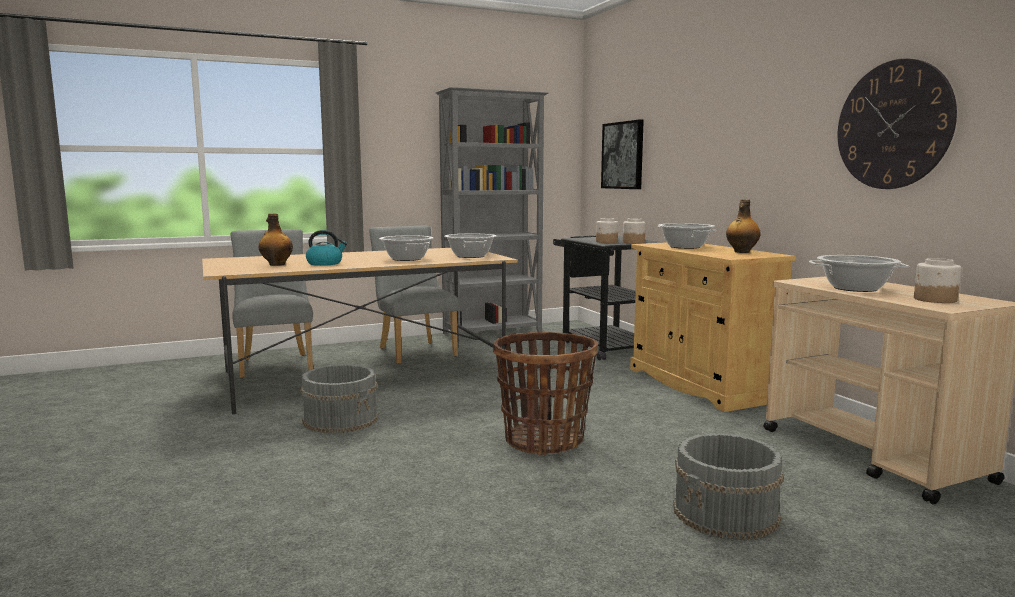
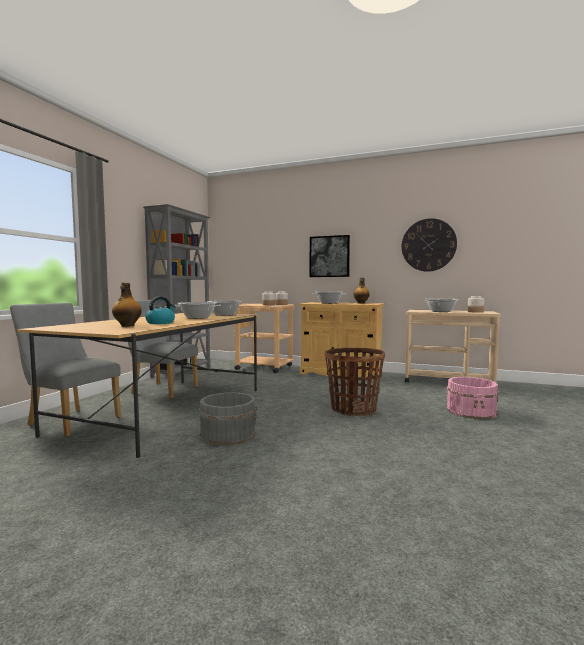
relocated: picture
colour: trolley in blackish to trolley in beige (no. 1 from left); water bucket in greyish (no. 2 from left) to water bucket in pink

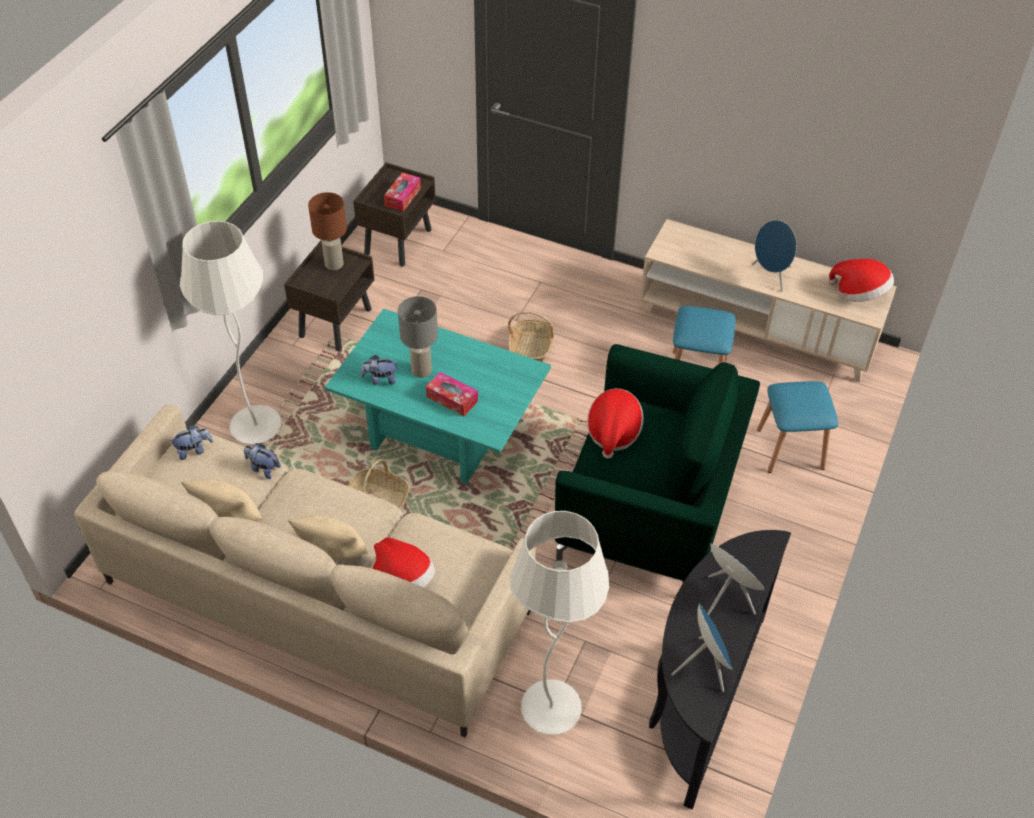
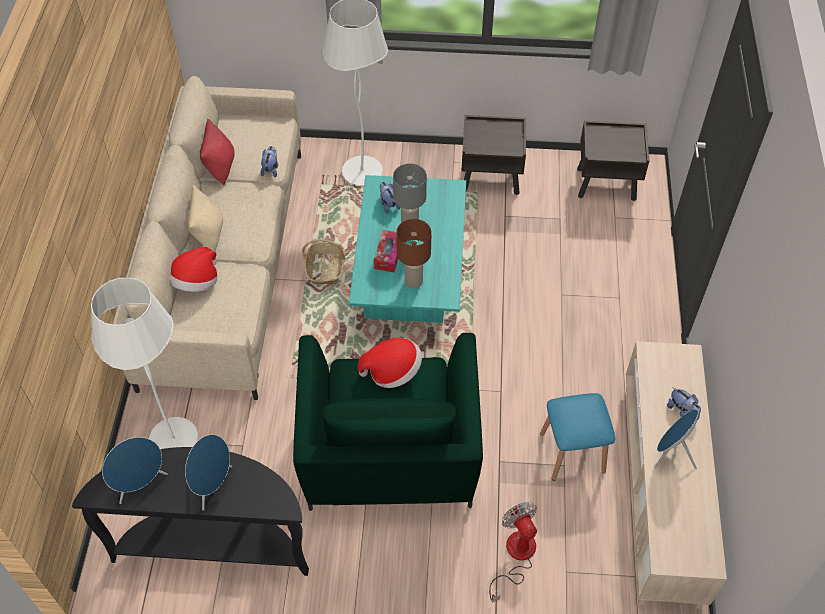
missing: box of tissues (no. 1 from left); storage basket (no. 2 from left); hat (no. 3 from left)
relocated: tabletop lamp in brown; plush toy (no. 1 from left in the first image) to plush toy (no. 3 from left)
exchanged: stool in blue (no. 2 from left) to cooling fan
colour: cushion in beige (no. 1 from left) to cushion in reddish

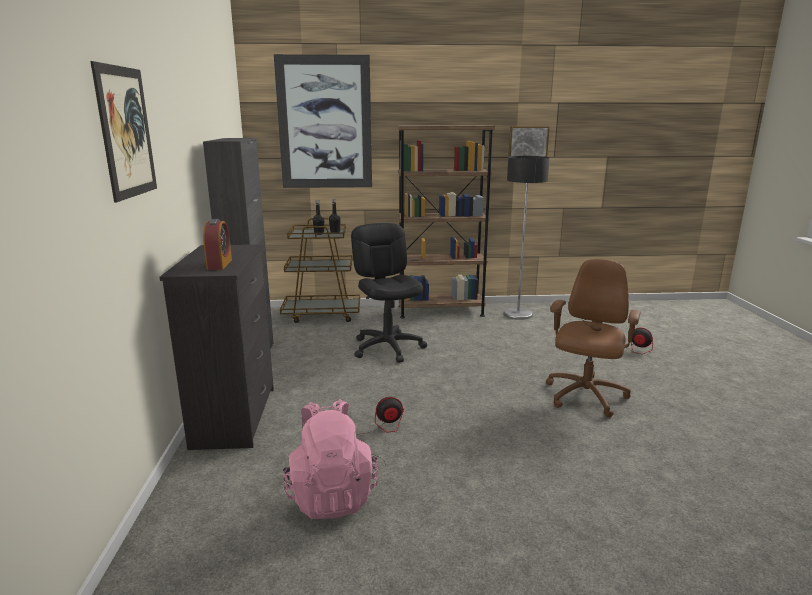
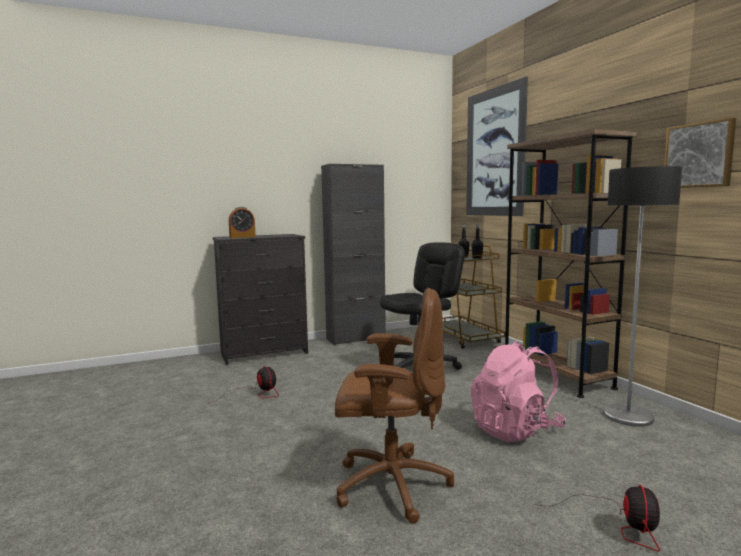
missing: picture (no. 1 from left)
relocated: backpack in pink

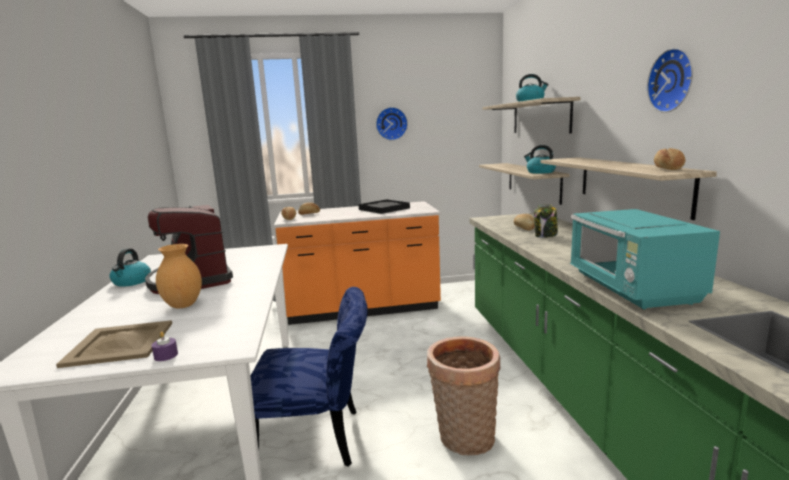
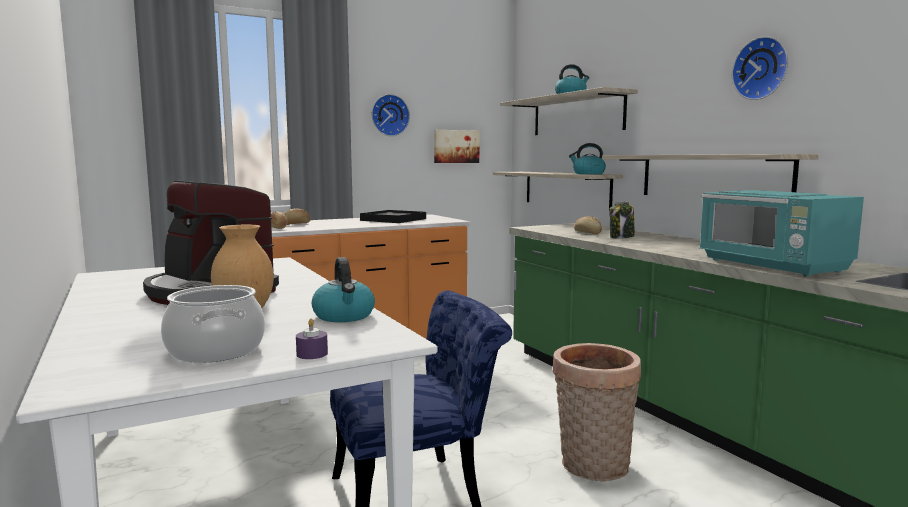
missing: bread (no. 4 from left)
appeared: picture
relocated: tea kettle (no. 1 from left)
exchanged: tray in beige to stockpot

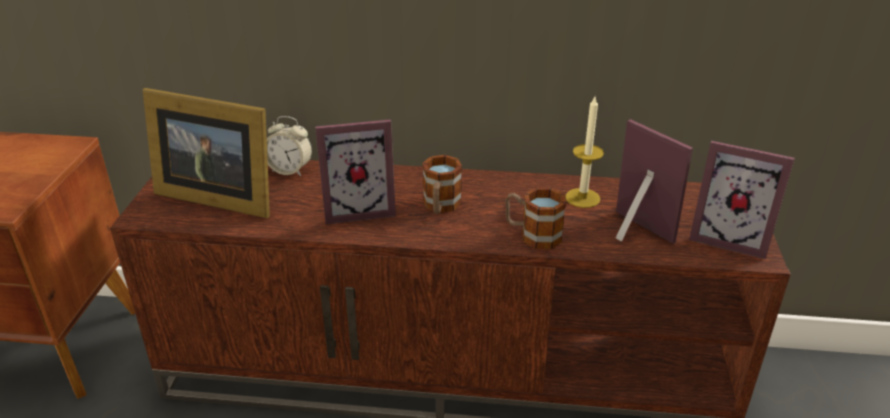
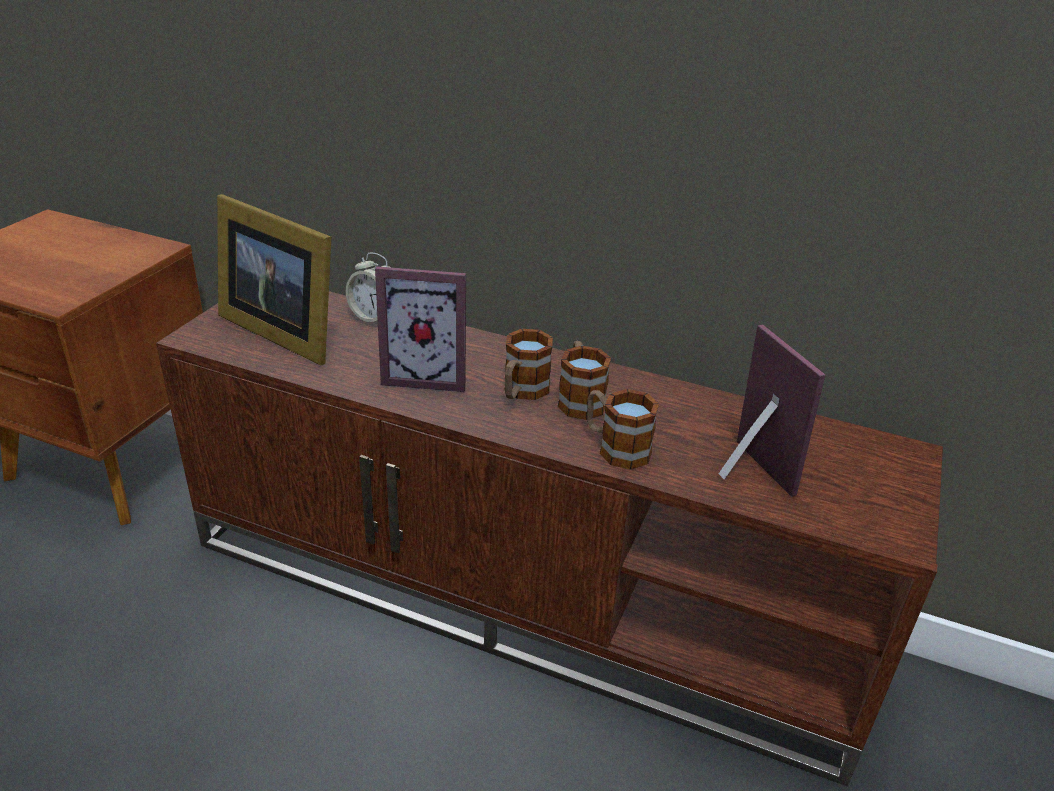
missing: wax light; standing frame (no. 4 from left)
appeared: mug (no. 2 from left)

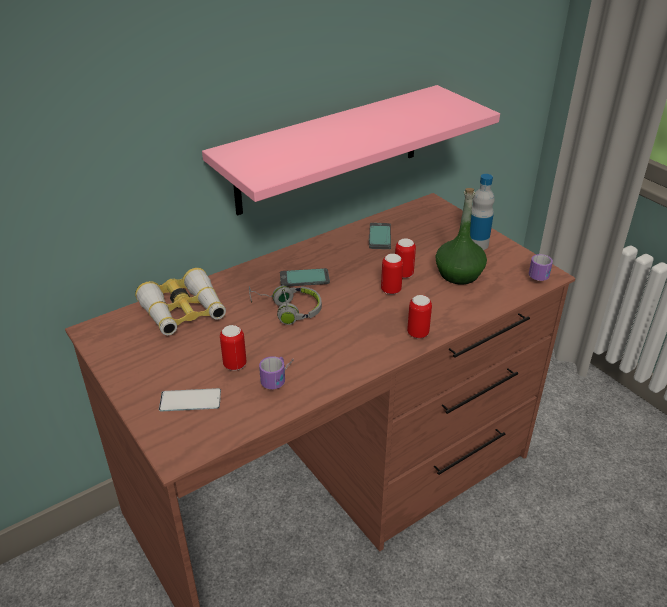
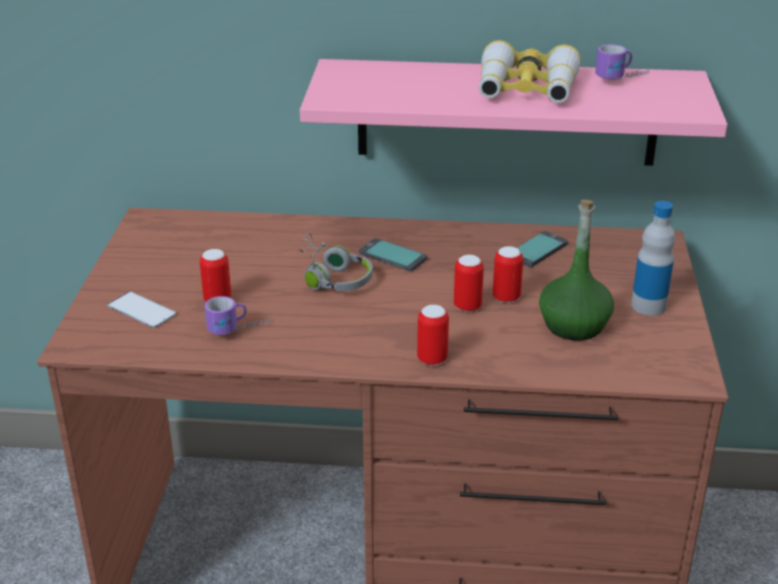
relocated: pair of binoculars; mug (no. 2 from left)

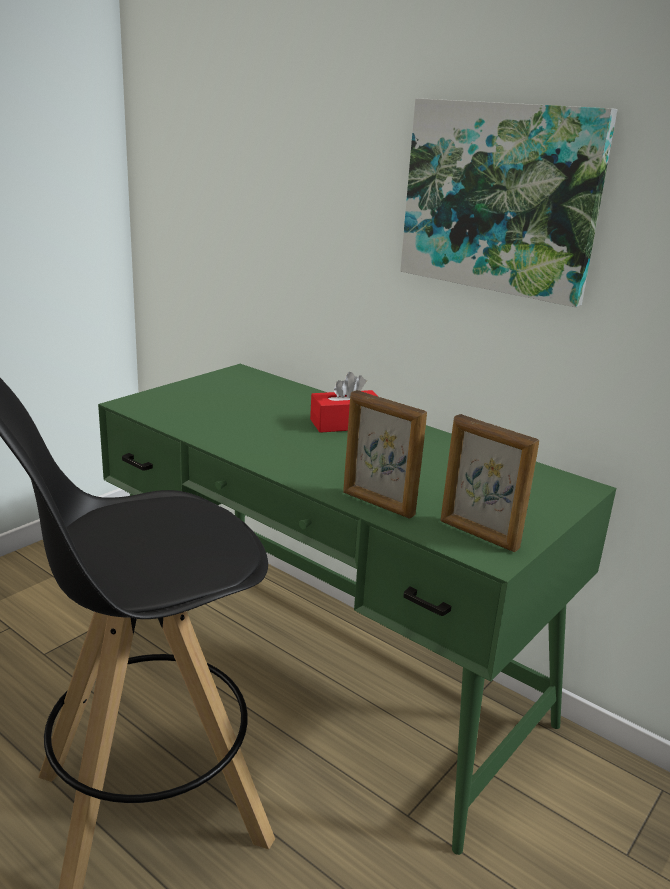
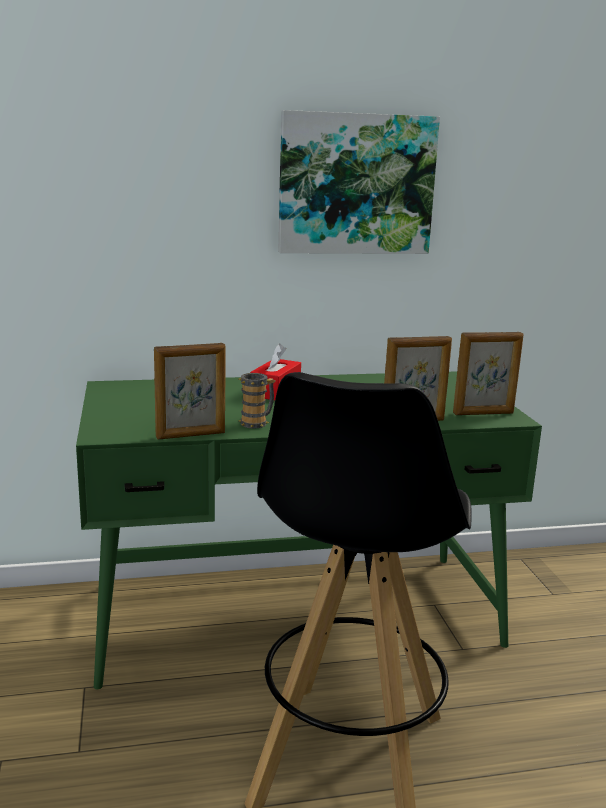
appeared: standing frame (no. 1 from left); mug

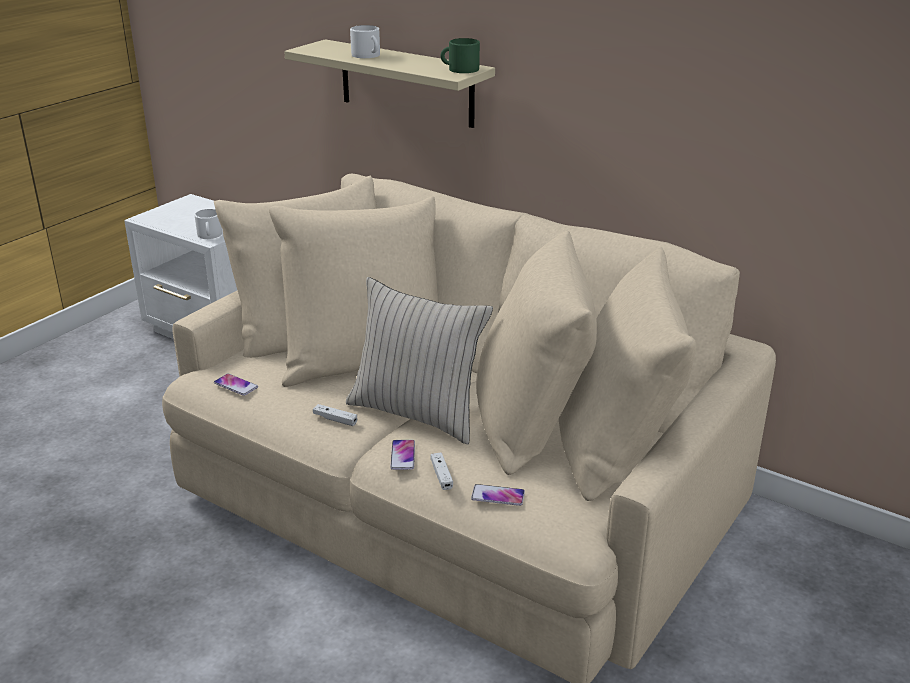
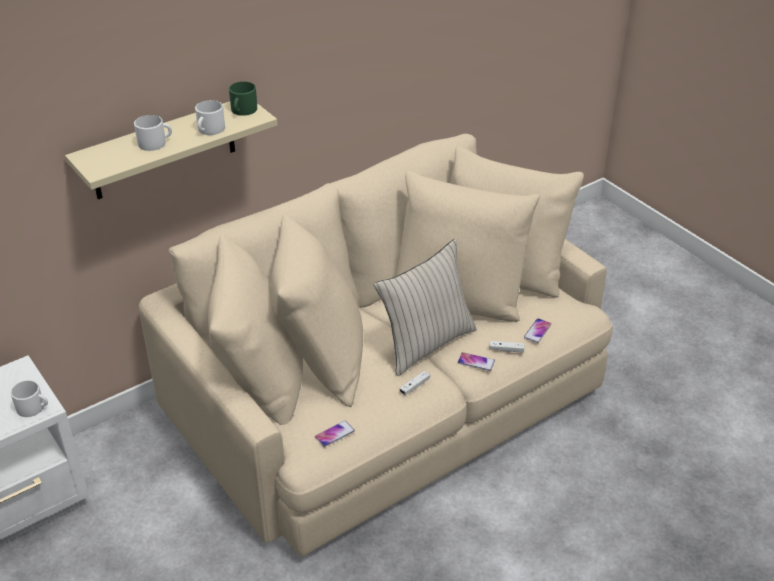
appeared: mug in white-coloured (no. 3 from left)

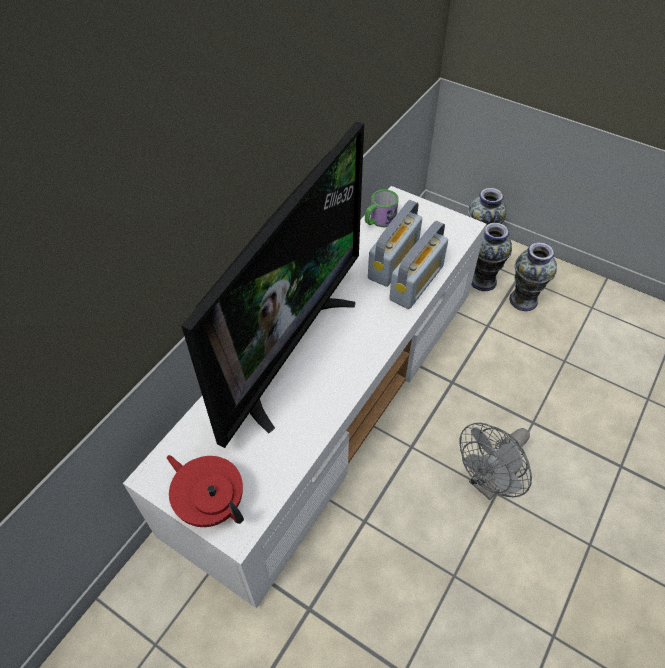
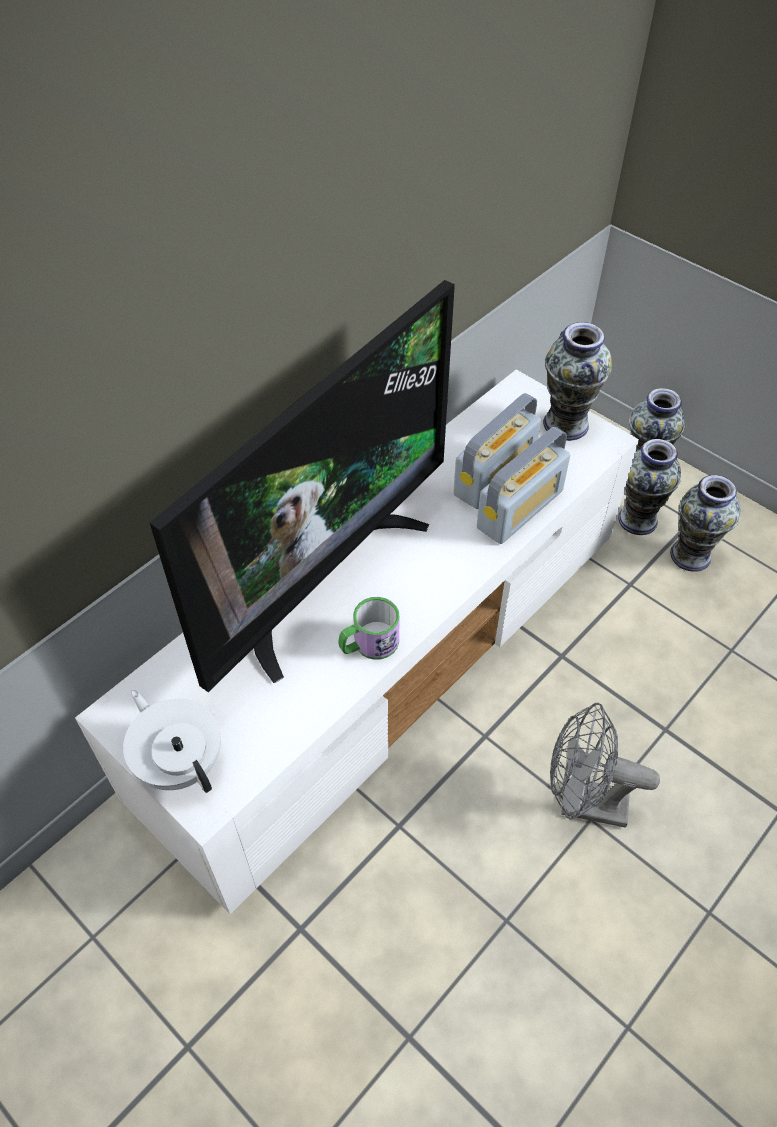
appeared: flower vase (no. 1 from left)
relocated: mug
colour: teapot in reddish to teapot in white-coloured
spun: cooling fan in greyish 45 degrees clockwise

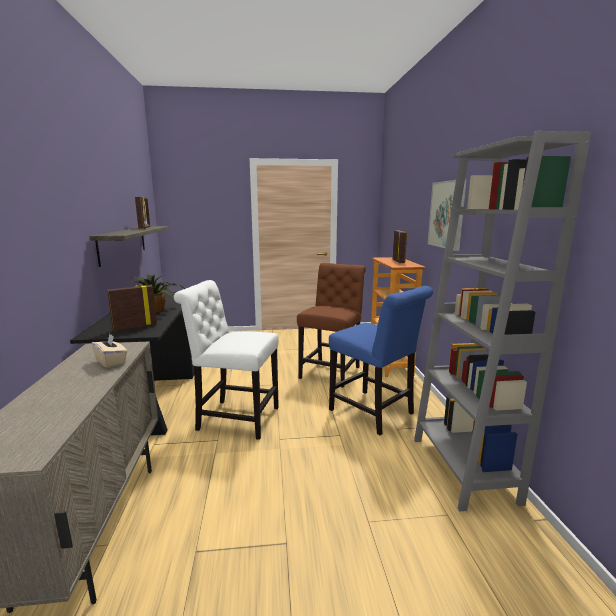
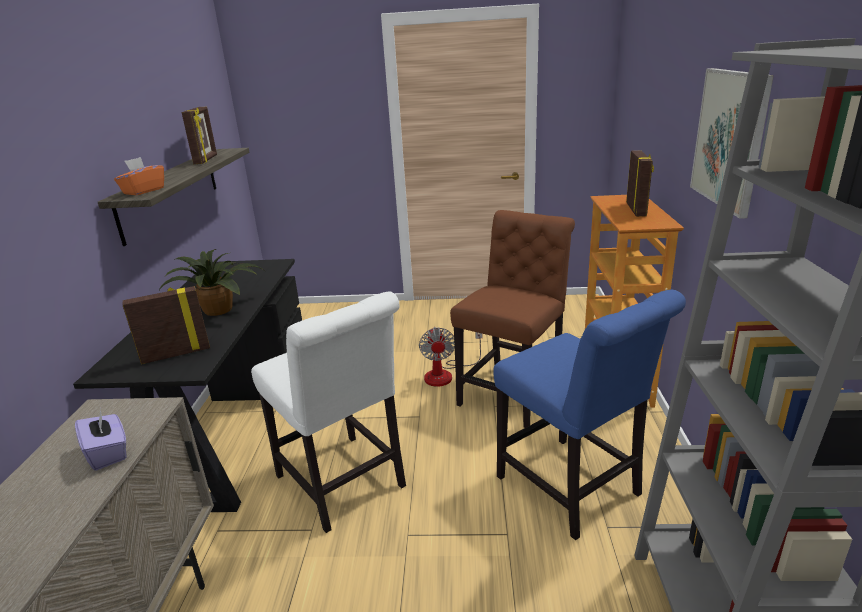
appeared: box of tissues in orange-coloured; cooling fan
colour: box of tissues in beige to box of tissues in purple-coloured
spun: upright chair in white-coloured 150 degrees counterclockwise

